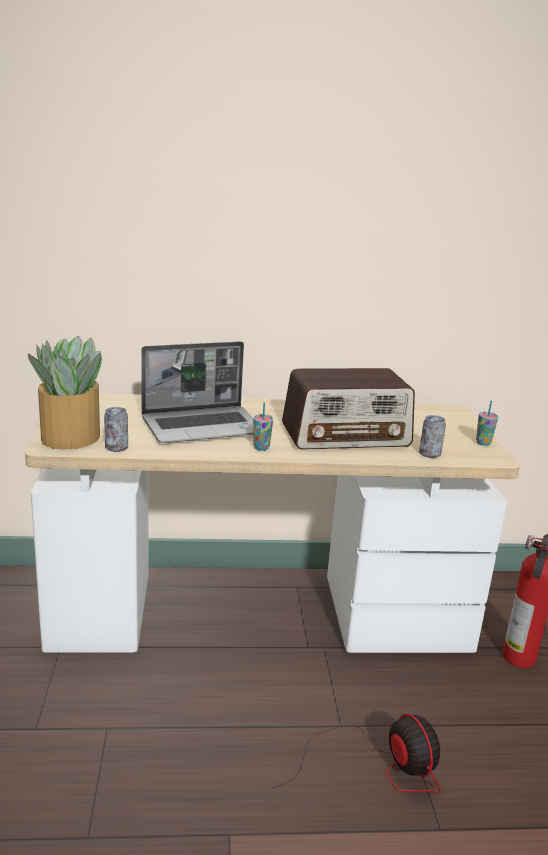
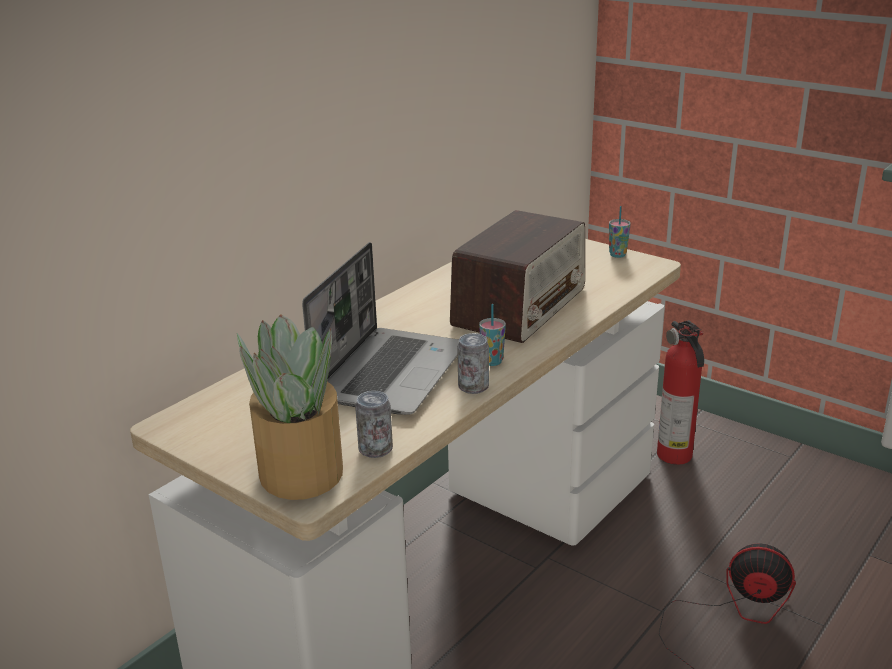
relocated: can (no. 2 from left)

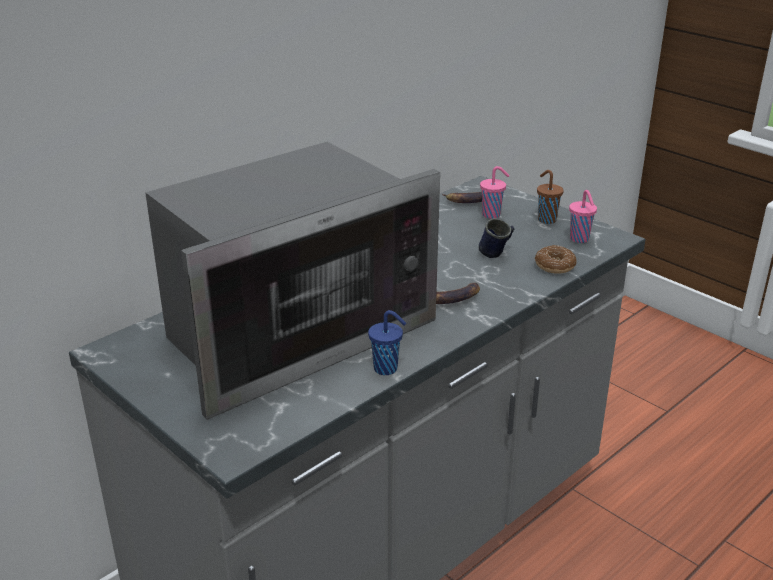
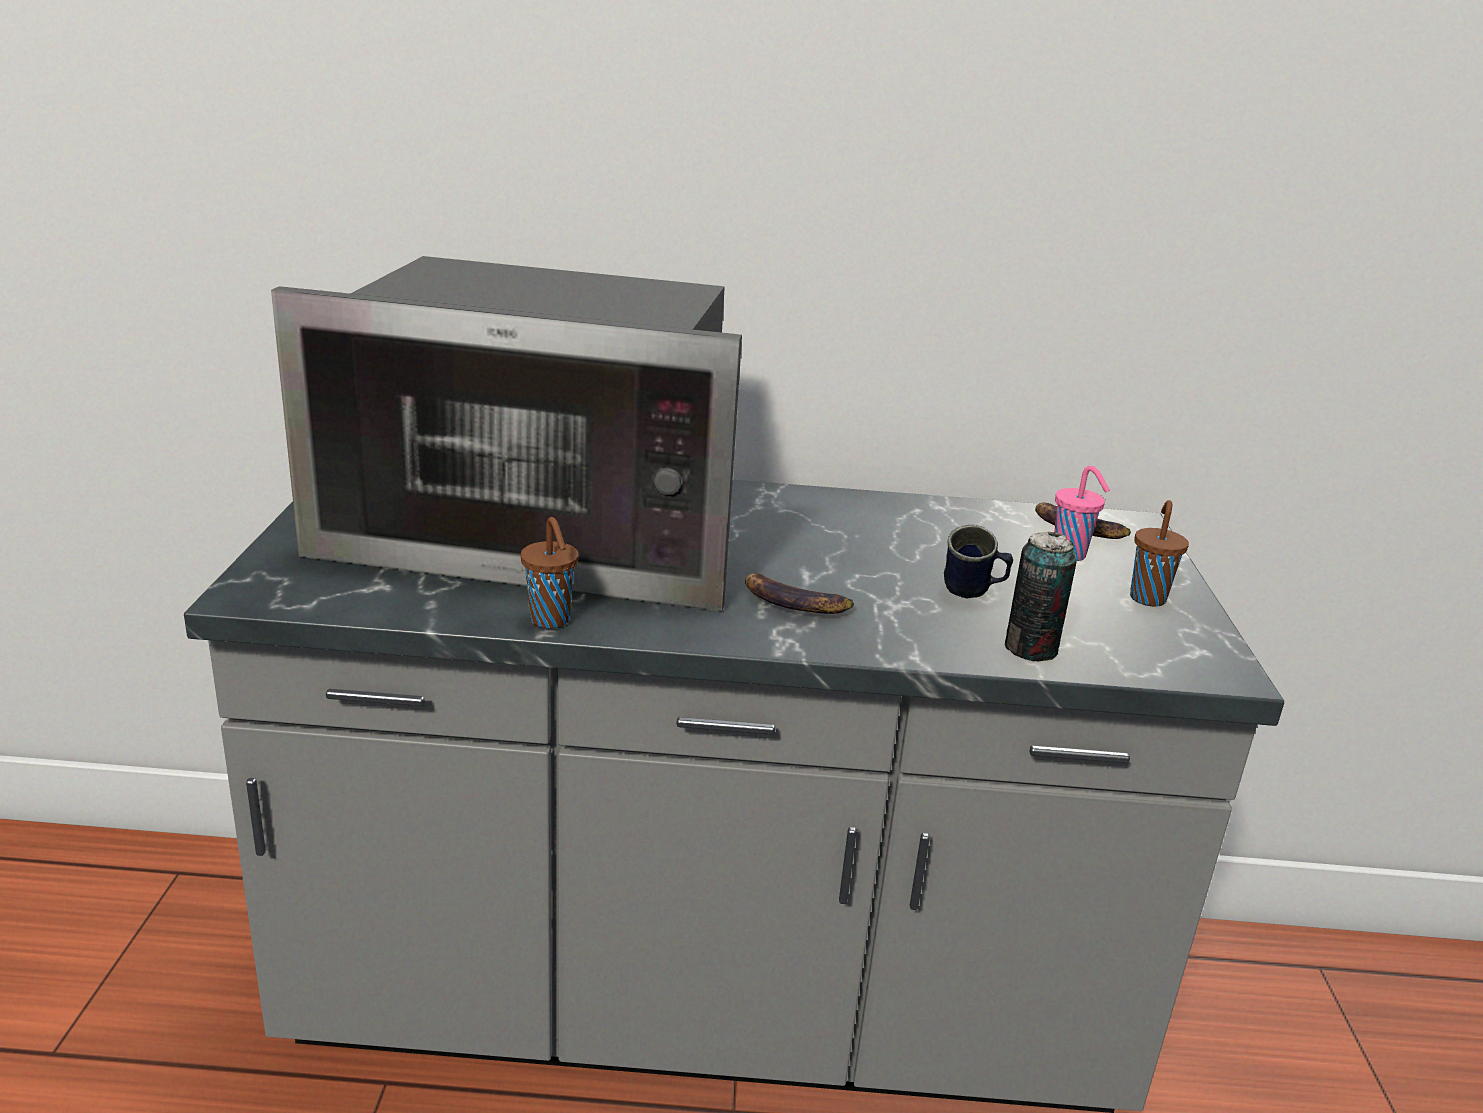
missing: drinking cup in pink (no. 2 from left)
exchanged: doughnut to can
colour: drinking cup in blue to drinking cup in brown (no. 1 from left)

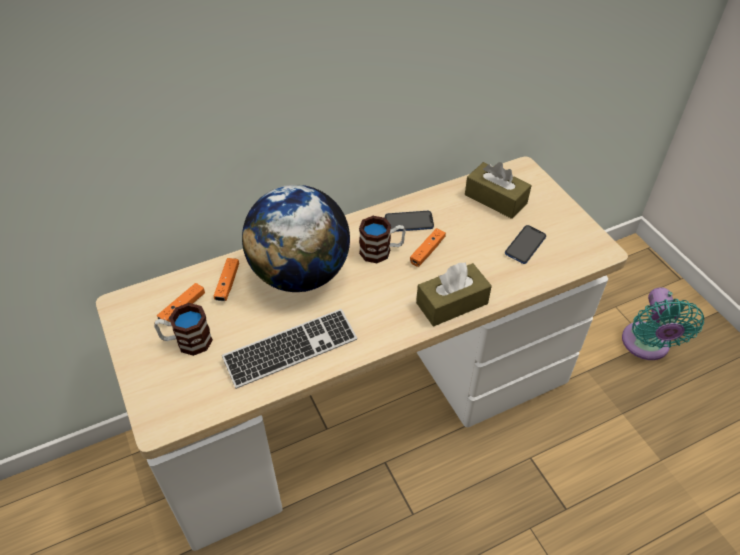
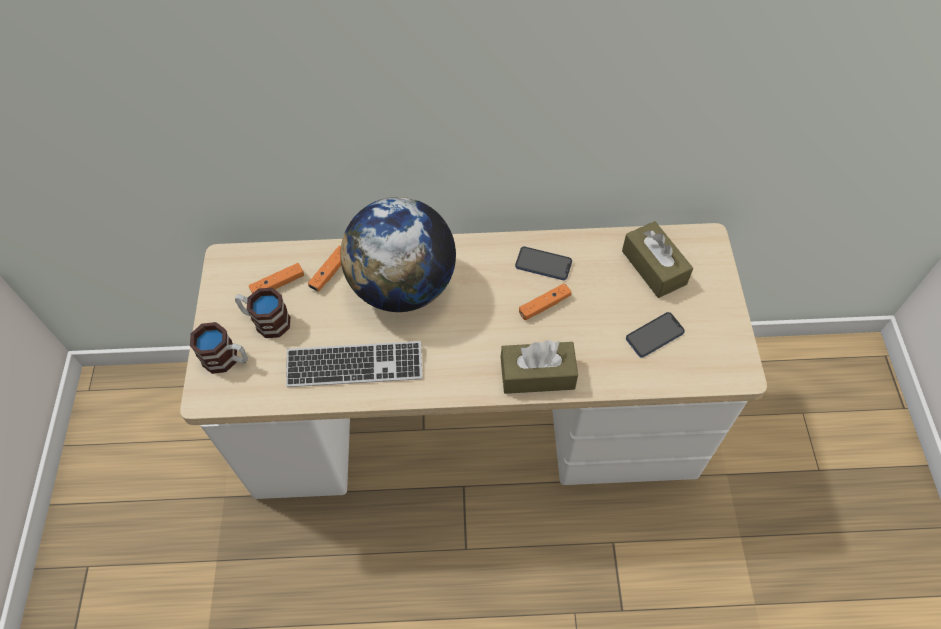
missing: cooling fan in blue-green
relocated: mug (no. 2 from left in the first image) to mug (no. 1 from left)

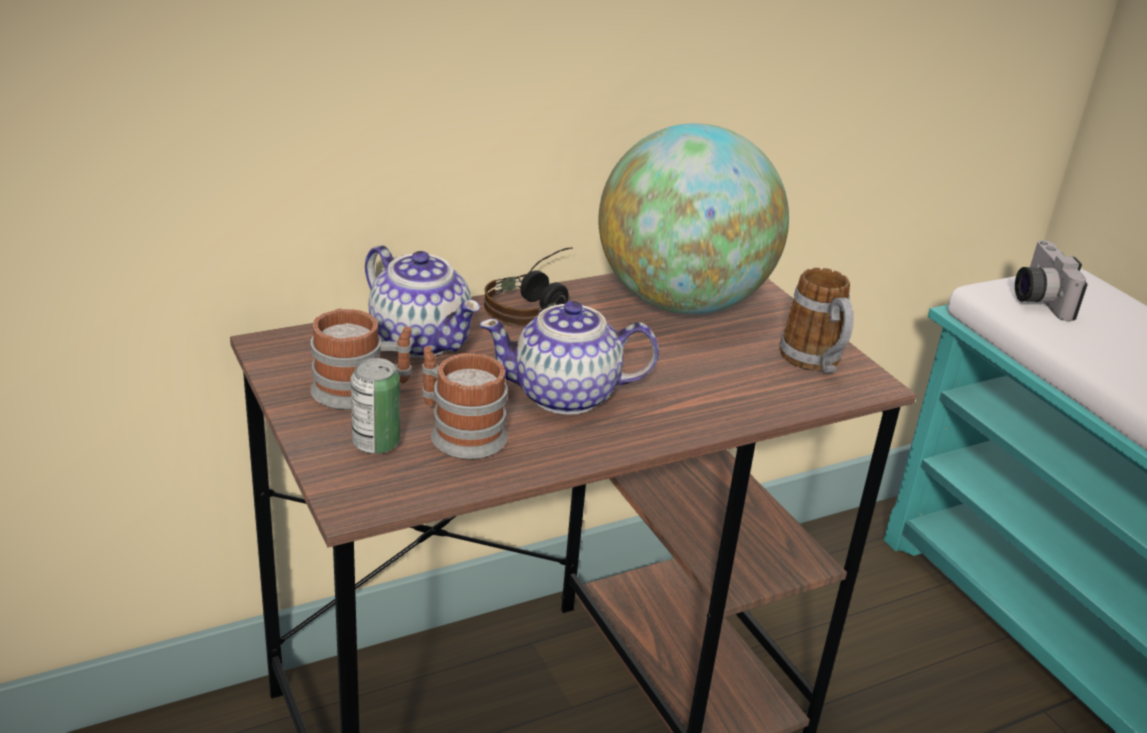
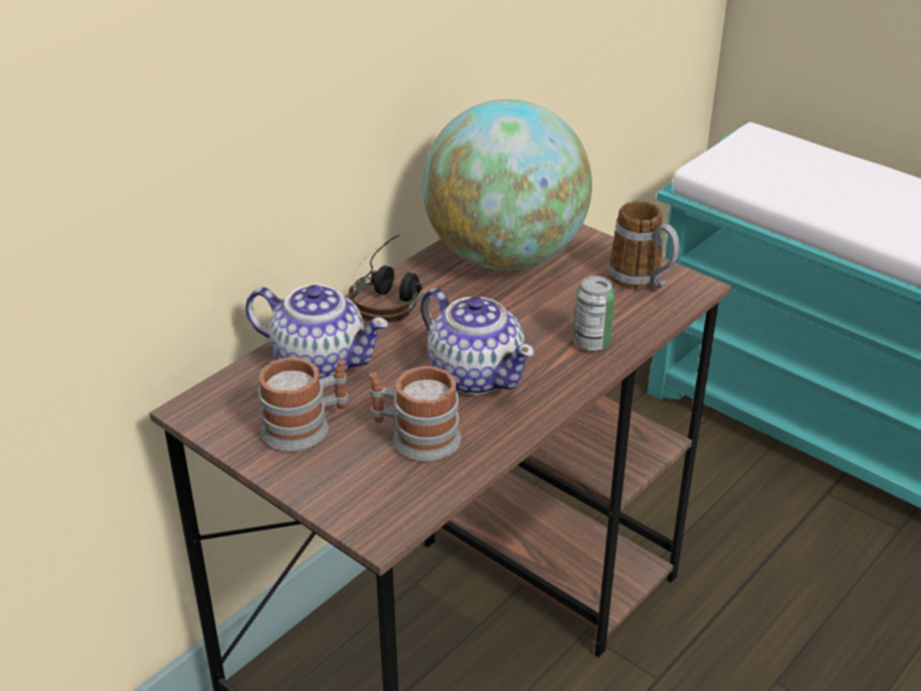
missing: still camera
relocated: can
spun: teapot (no. 2 from left) 105 degrees counterclockwise

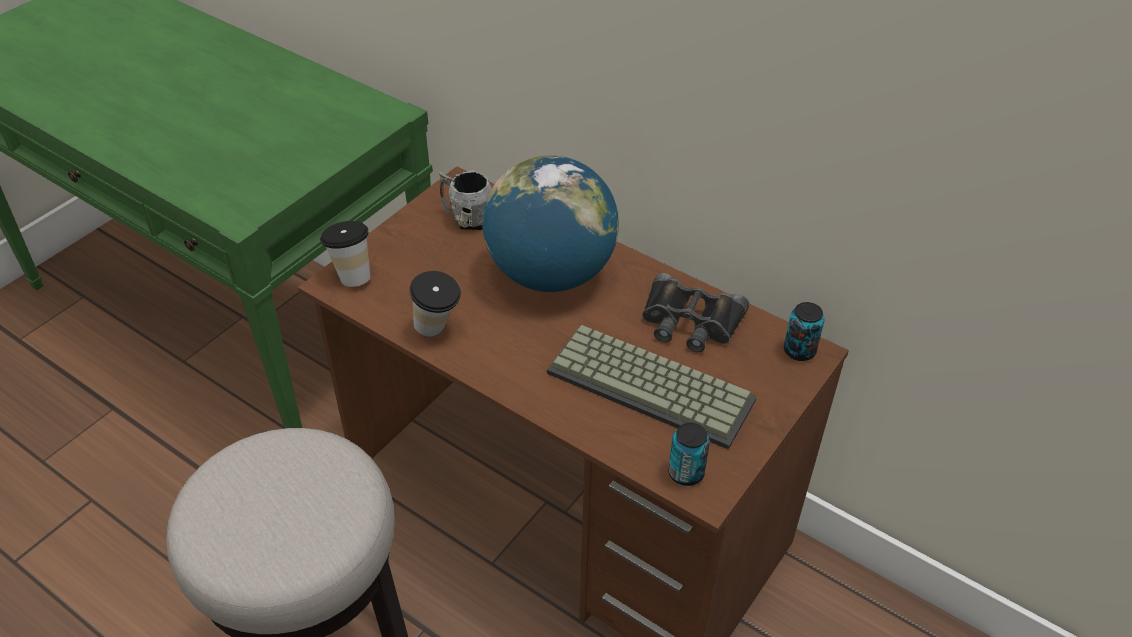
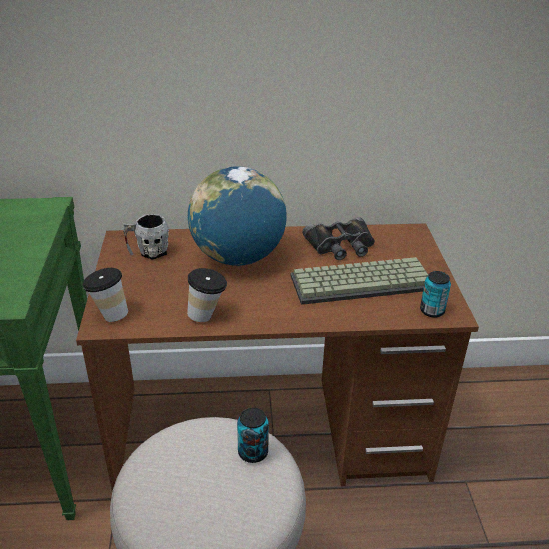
relocated: can (no. 2 from left in the first image) to can (no. 1 from left)

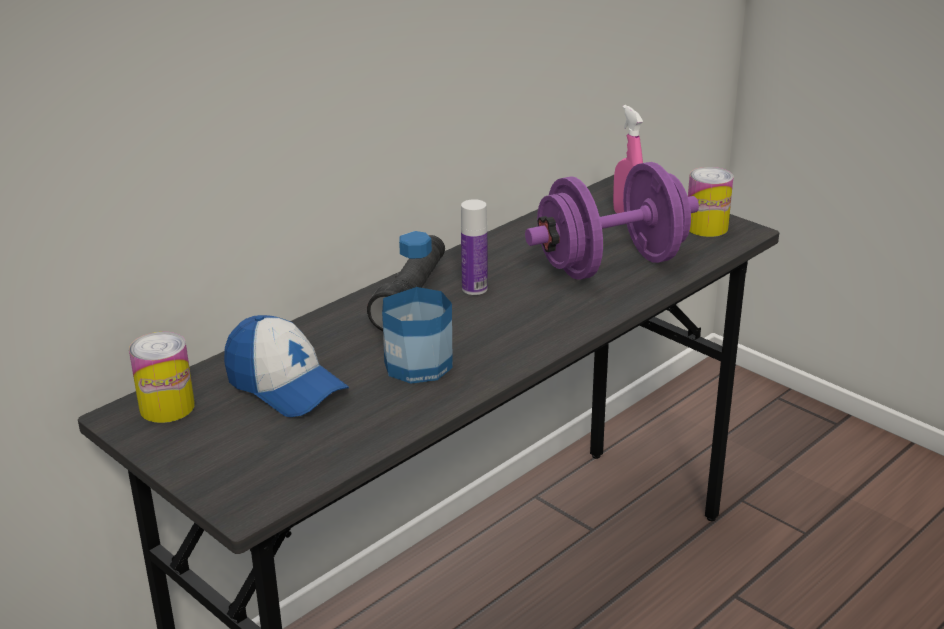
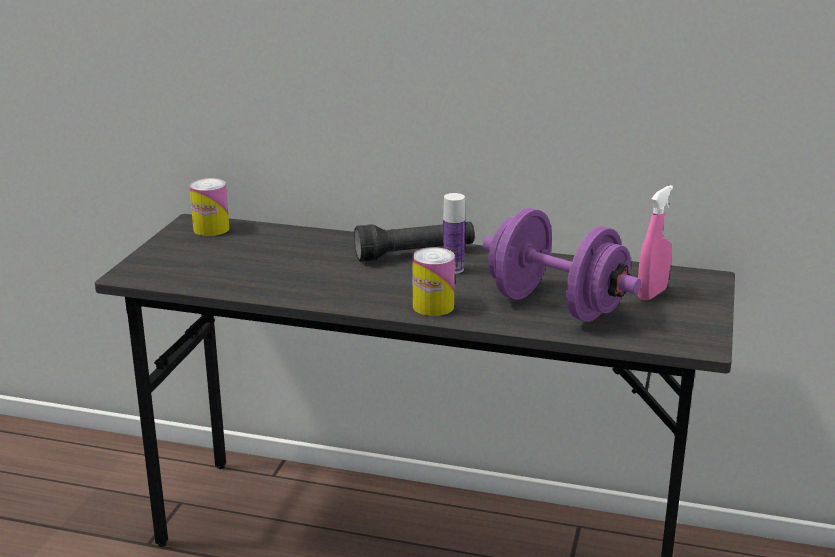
missing: cap; beverage bottle (no. 1 from left)
relocated: can (no. 2 from left)

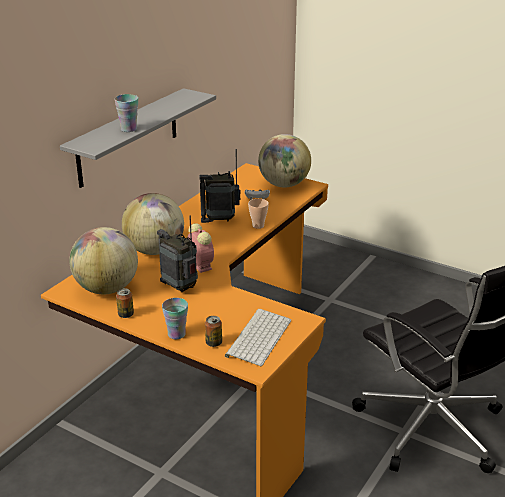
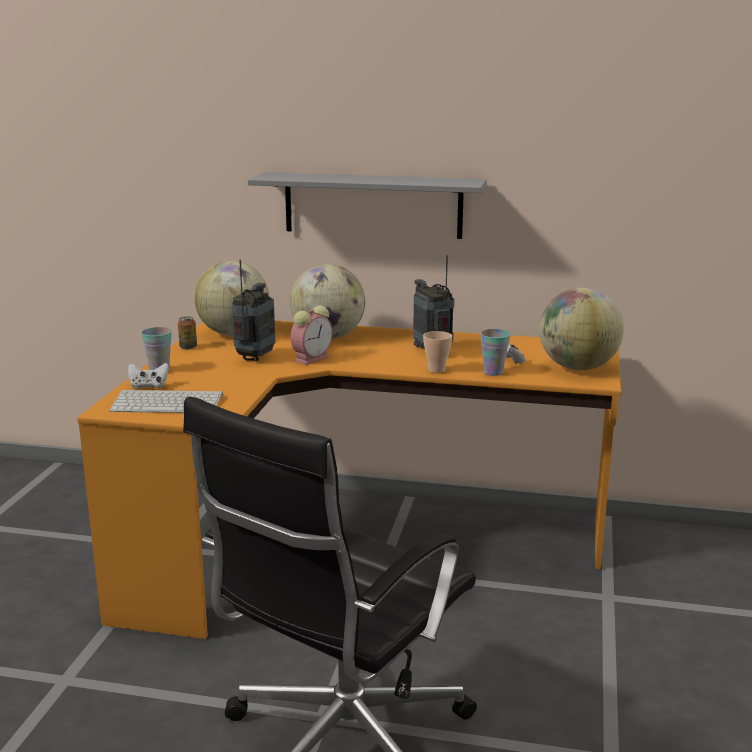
relocated: drinking cup (no. 1 from left in the first image) to drinking cup (no. 3 from left)
exchanged: can (no. 2 from left) to joypad in white-coloured (no. 1 from left)

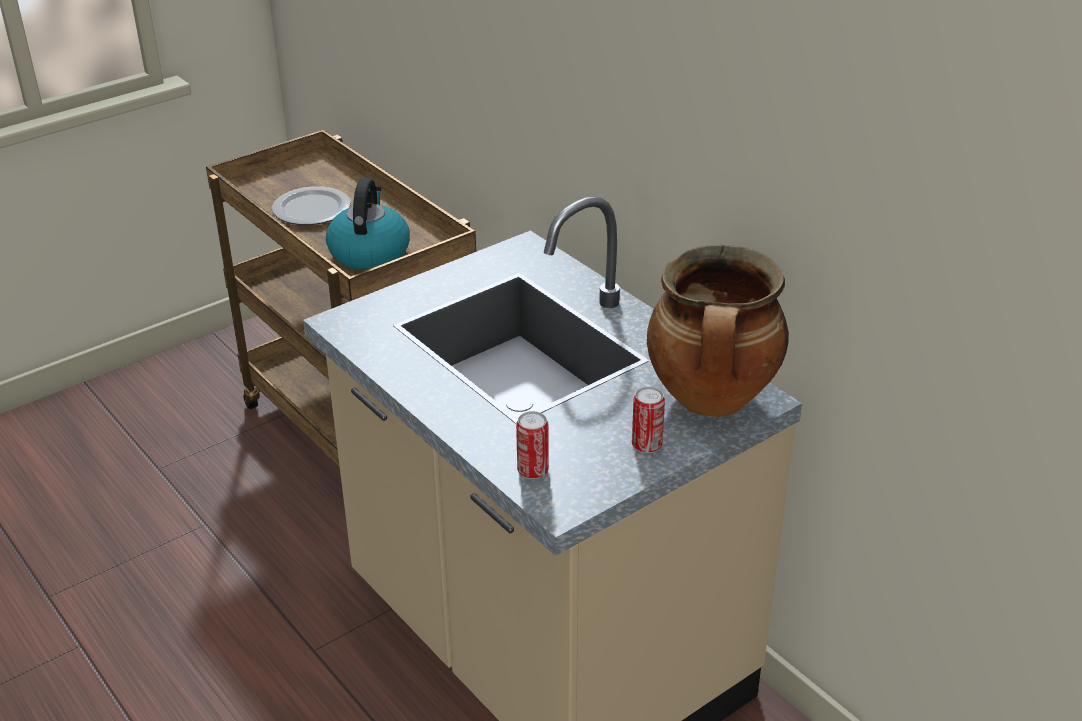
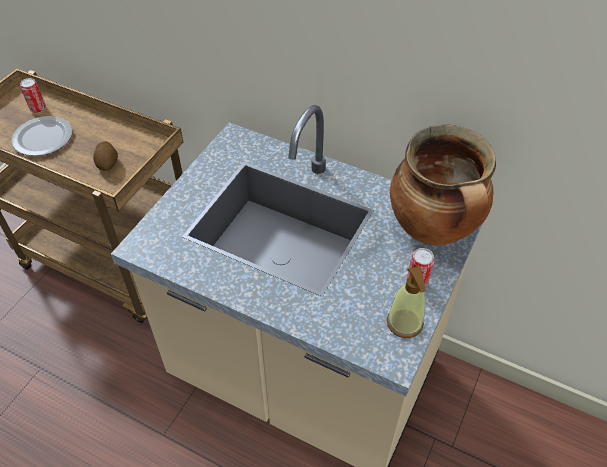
appeared: liquid soap bottle
relocated: can (no. 1 from left)
exchanged: tea kettle to spud

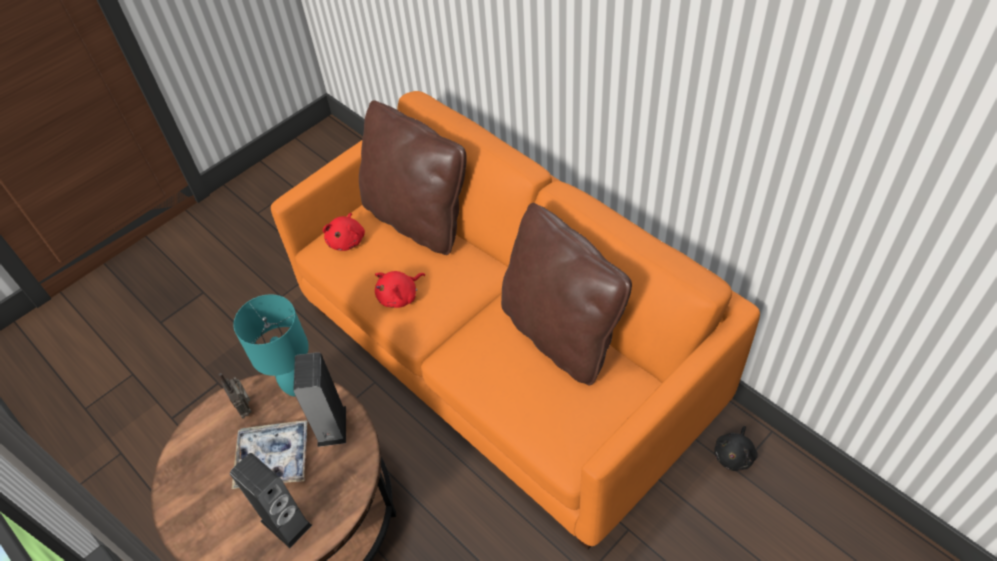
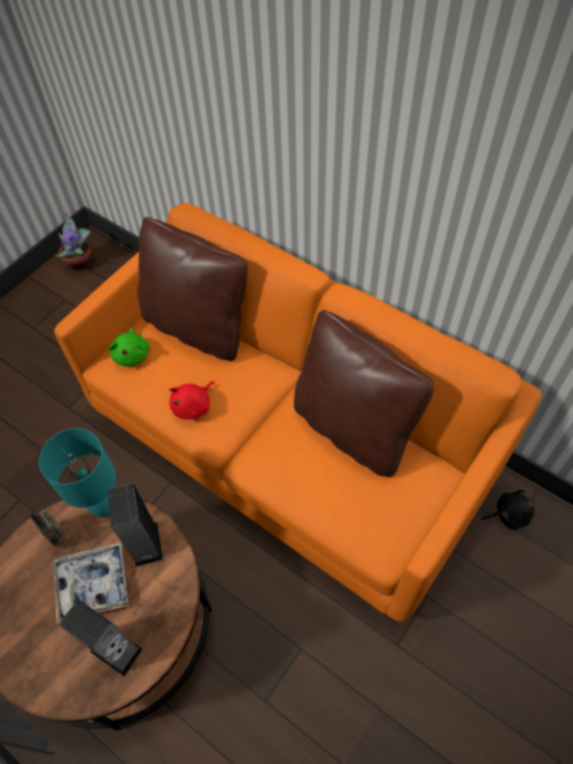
appeared: houseplant
colour: plush toy in reddish (no. 1 from left) to plush toy in green
spun: plush toy in blackish 120 degrees counterclockwise

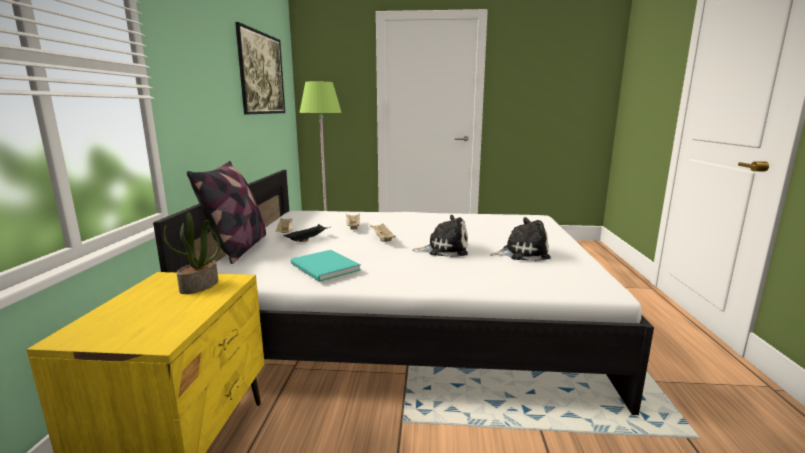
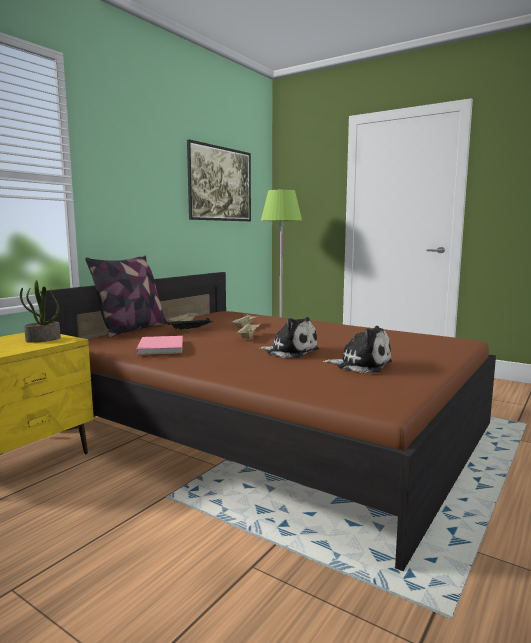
colour: bed in white-coloured to bed in brown; book in blue-green to book in pink

